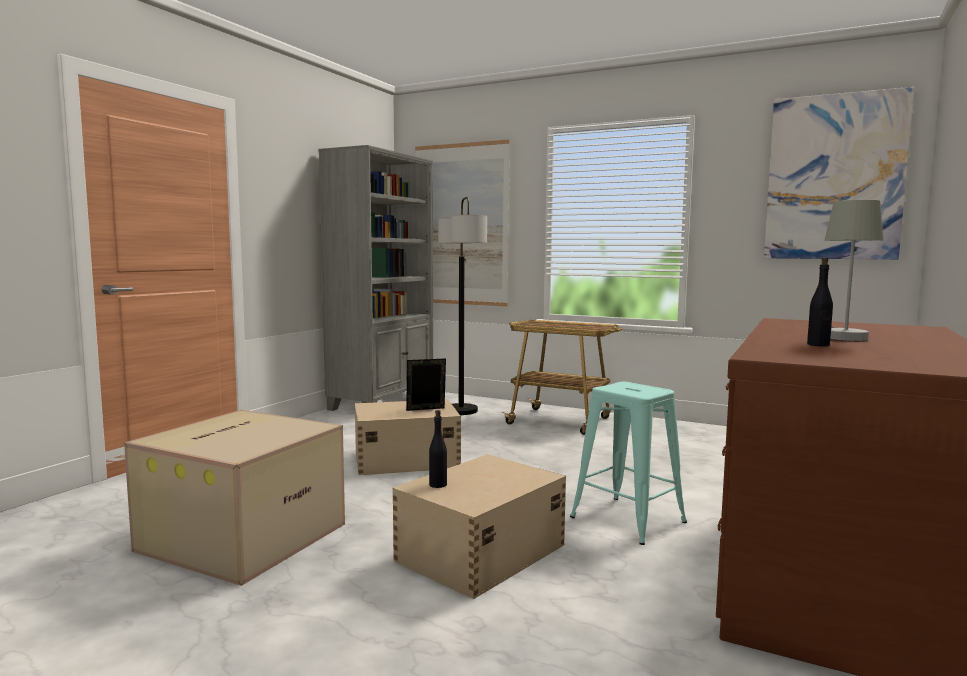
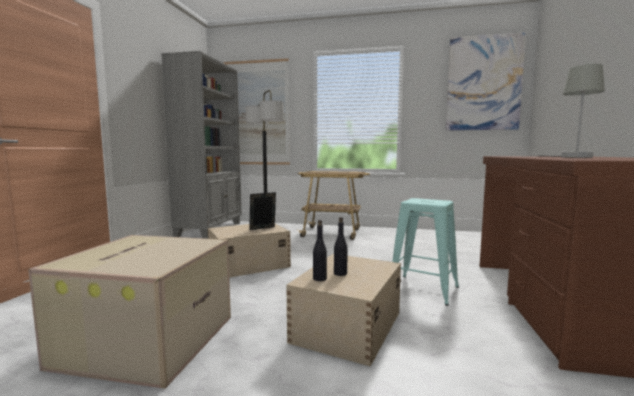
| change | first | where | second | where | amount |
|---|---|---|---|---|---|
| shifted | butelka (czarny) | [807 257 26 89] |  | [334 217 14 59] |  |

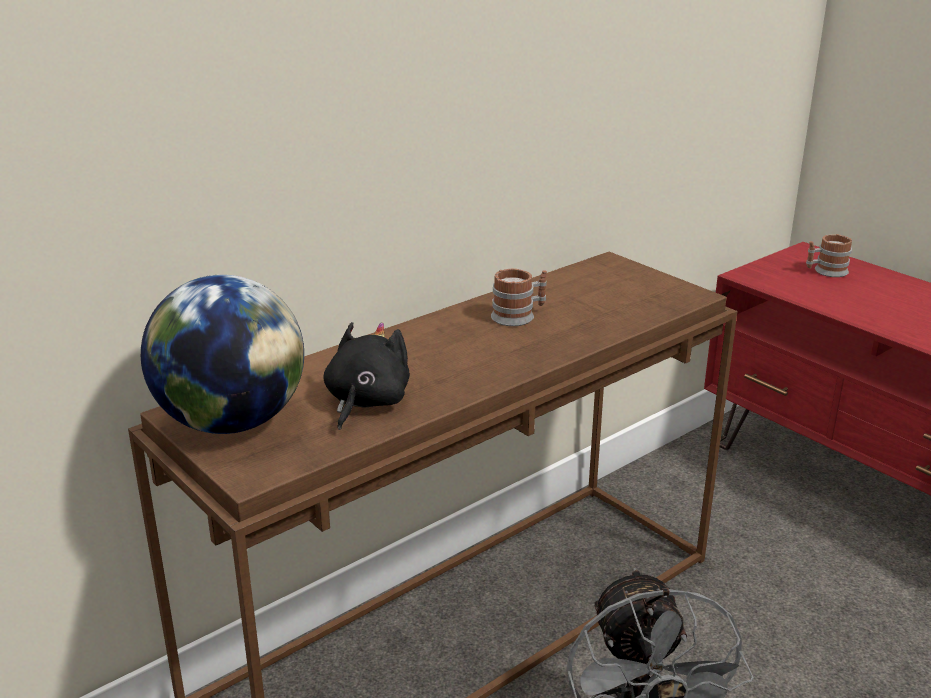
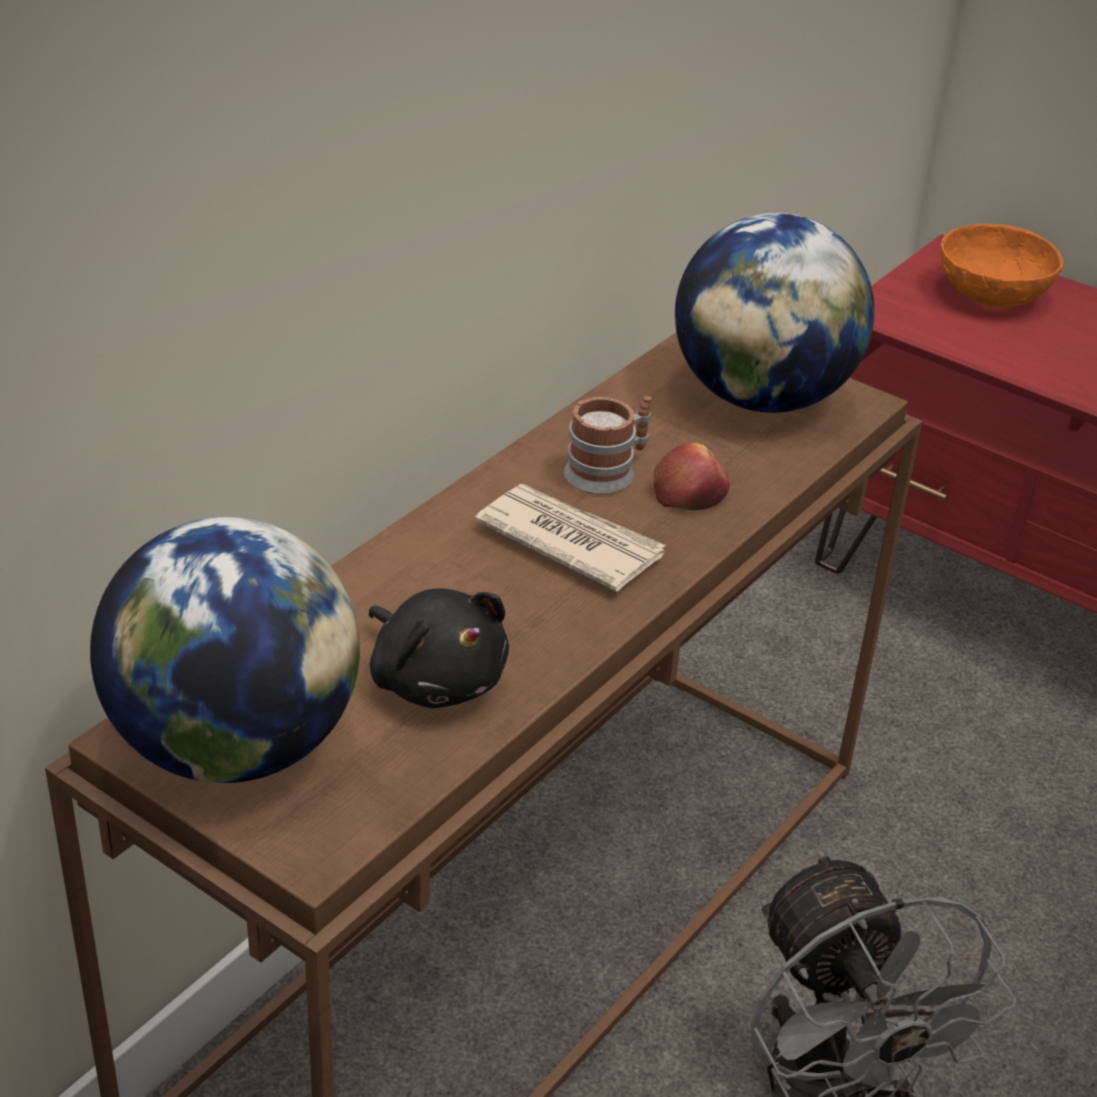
| change | first | where | second | where | amount |
|---|---|---|---|---|---|
| swapped | kubek | [806 234 46 43] | miska (pomarańczowy) | [940 224 123 83] |  |
| rotated | pluszak (czarny) | [323 322 87 108] |  | [369 588 140 120] | 135 degrees clockwise |
| new |  |  | globus | [675 213 199 200] |  |
| new |  |  | jabłko | [654 443 75 67] |  |
| new |  |  | gazeta | [475 484 191 108] |  |

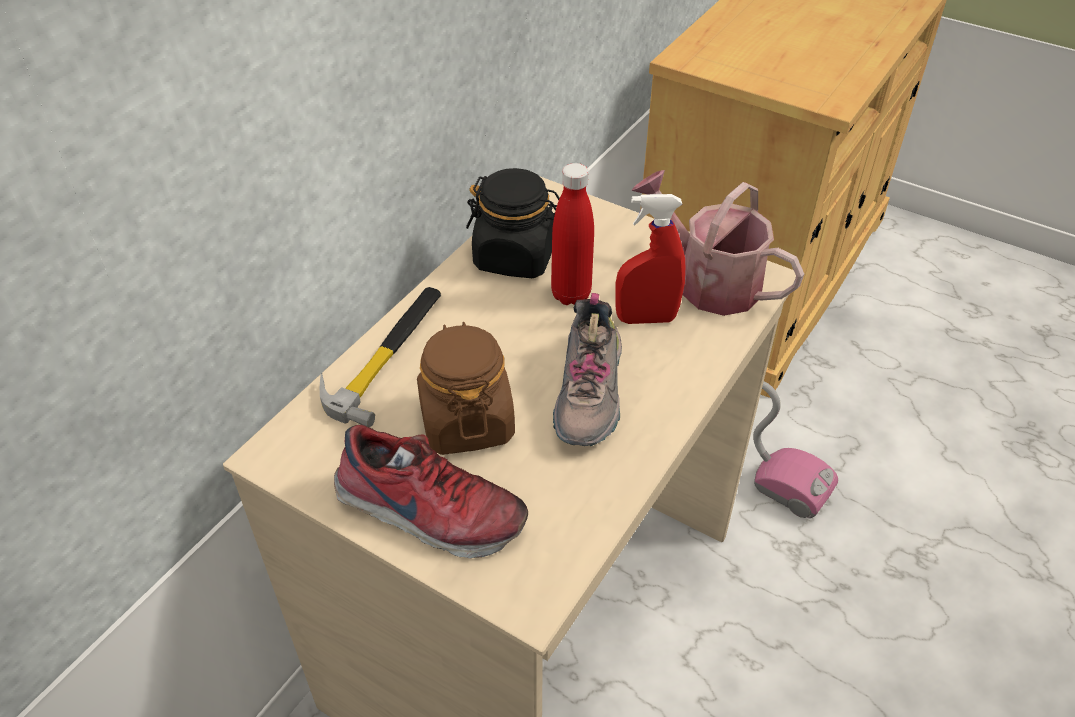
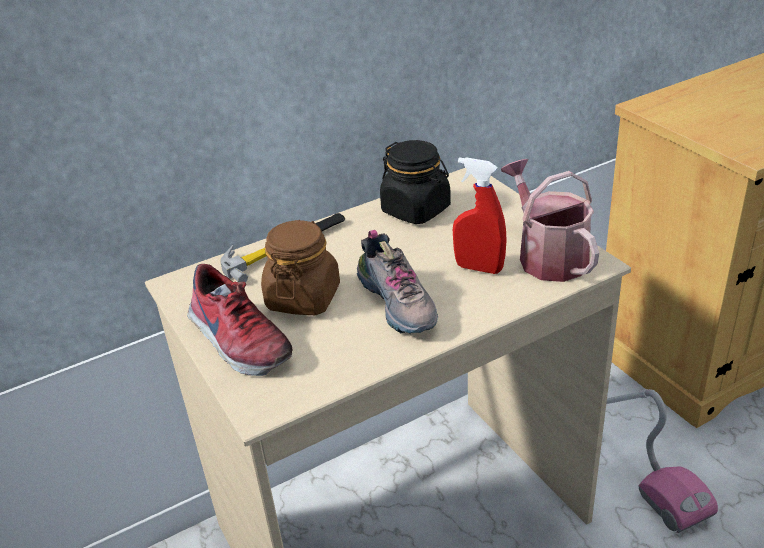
| change | first | where | second | where | amount |
|---|---|---|---|---|---|
| gone | butelka (czerwony) | [551 163 43 142] |  |  |  |
| rotated | but | [553 293 69 153] |  | [356 230 82 104] | 60 degrees counterclockwise |

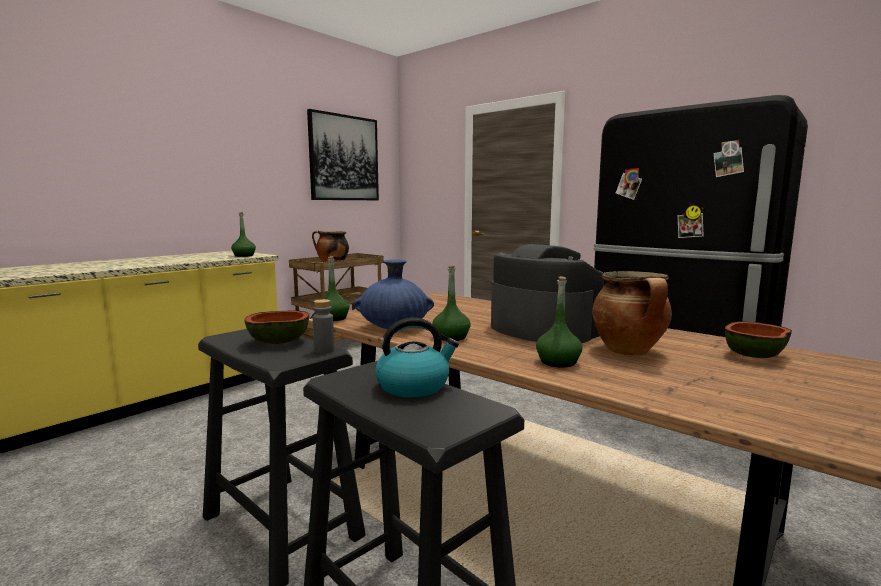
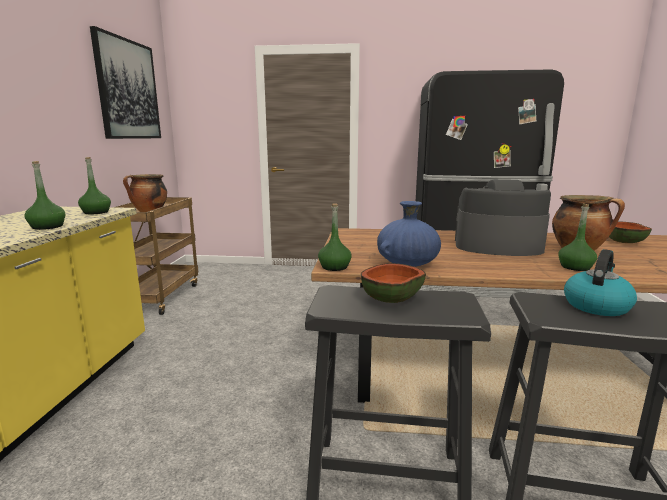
| change | first | where | second | where | amount |
|---|---|---|---|---|---|
| shifted | butelka (zielony) | [432 265 39 76] |  | [24 161 42 69] |  |
| gone | butelka (szary) | [313 299 21 55] |  |  |  |

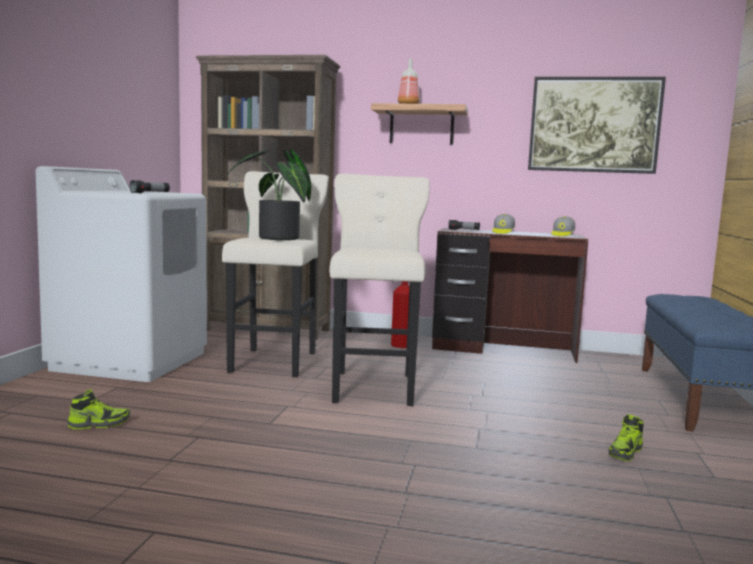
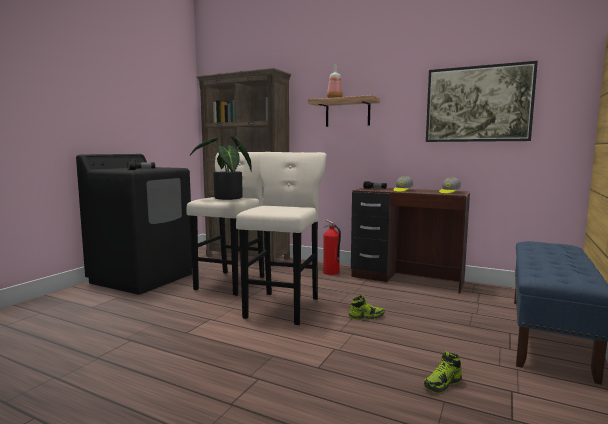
| change | first | where | second | where | amount |
|---|---|---|---|---|---|
| repainted | pralka (biały) | [36 166 171 216] | pralka (czarny) | [76 154 116 141] |  |
| shifted | but | [67 390 63 39] |  | [349 295 36 25] |  |

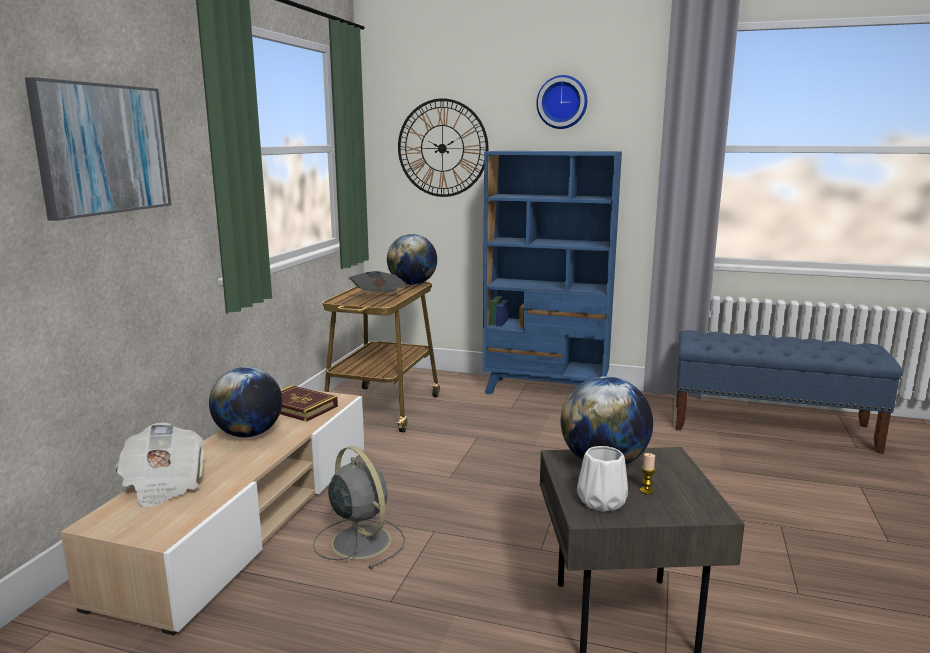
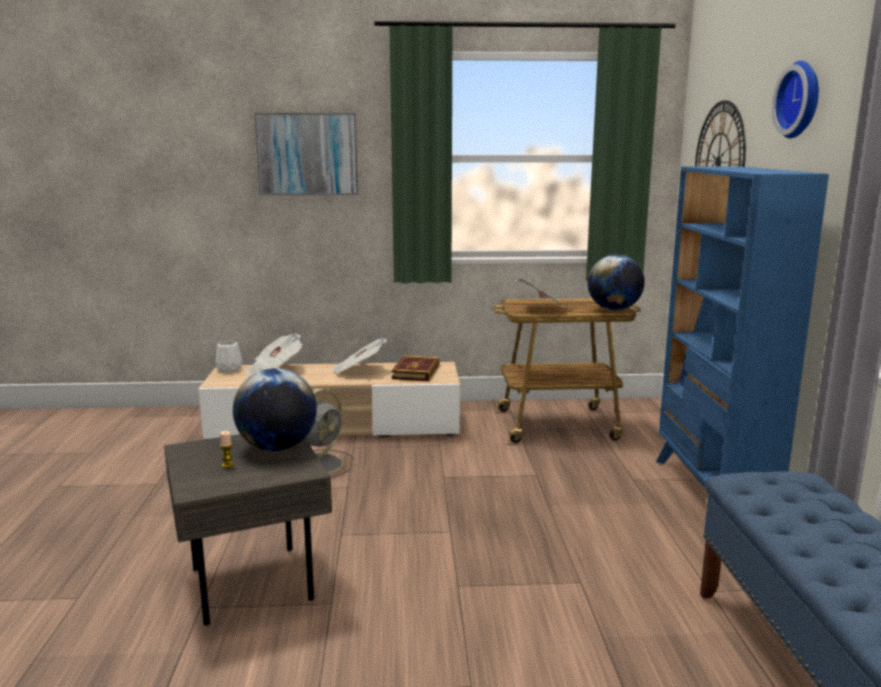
| change | first | where | second | where | amount |
|---|---|---|---|---|---|
| swapped | globus | [209 367 73 70] | gazeta | [331 338 56 36] |  |
| shifted | wazon (biały) | [577 446 51 66] |  | [216 341 27 32] |  |

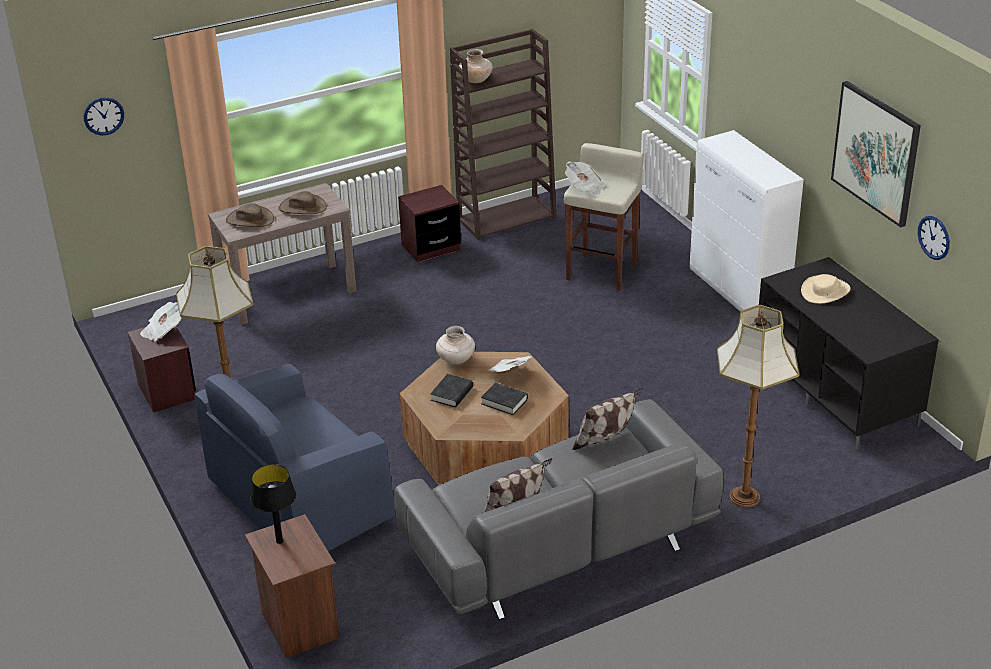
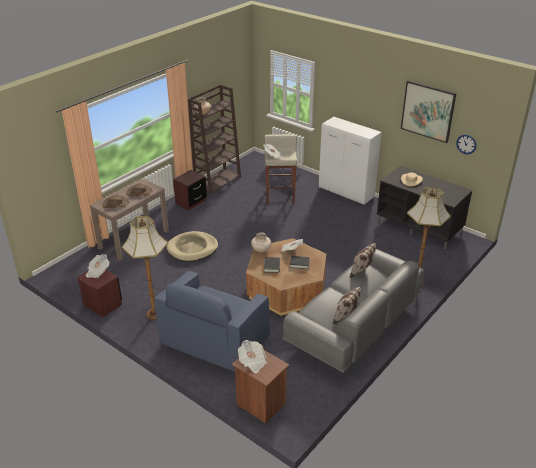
| change | first | where | second | where | amount |
|---|---|---|---|---|---|
| gone | zegar ścienny | [84 97 40 39] |  |  |  |
| swapped | lampa stołowa (czarny) | [250 464 46 80] | gazeta | [238 340 29 33] |  |
| new |  |  | legowisko (beżowy) | [167 231 51 31] |  |

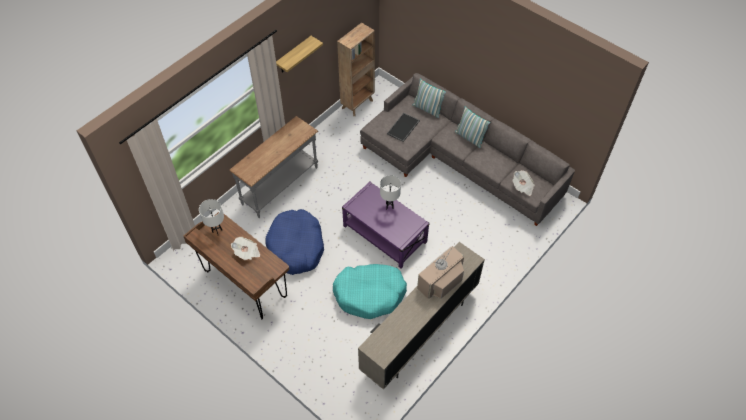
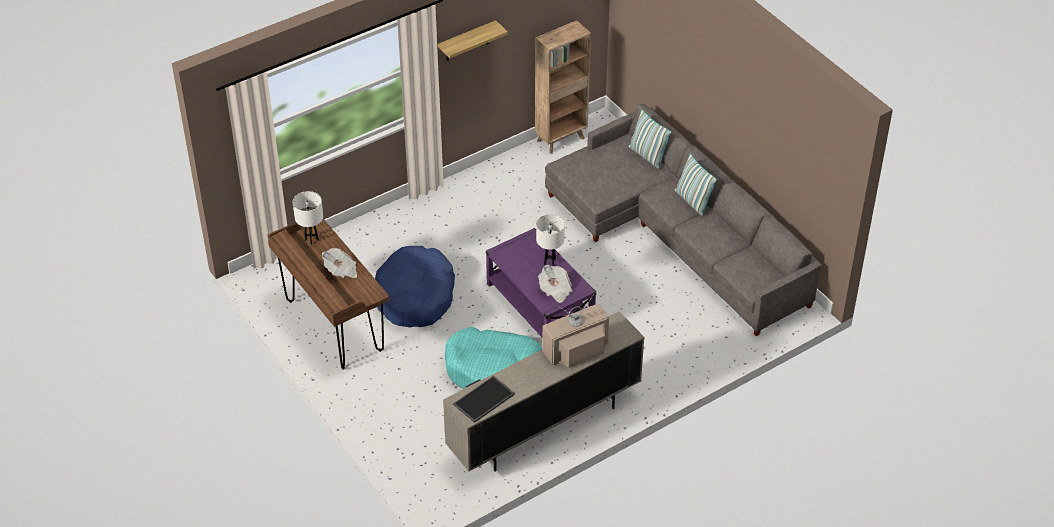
| change | first | where | second | where | amount |
|---|---|---|---|---|---|
| shifted | taca | [387 113 33 29] |  | [453 376 62 47] |  |
| gone | stolik konsolowy (szary) | [229 116 89 102] |  |  |  |
| shifted | gazeta | [513 170 22 26] |  | [538 265 35 38] |  |

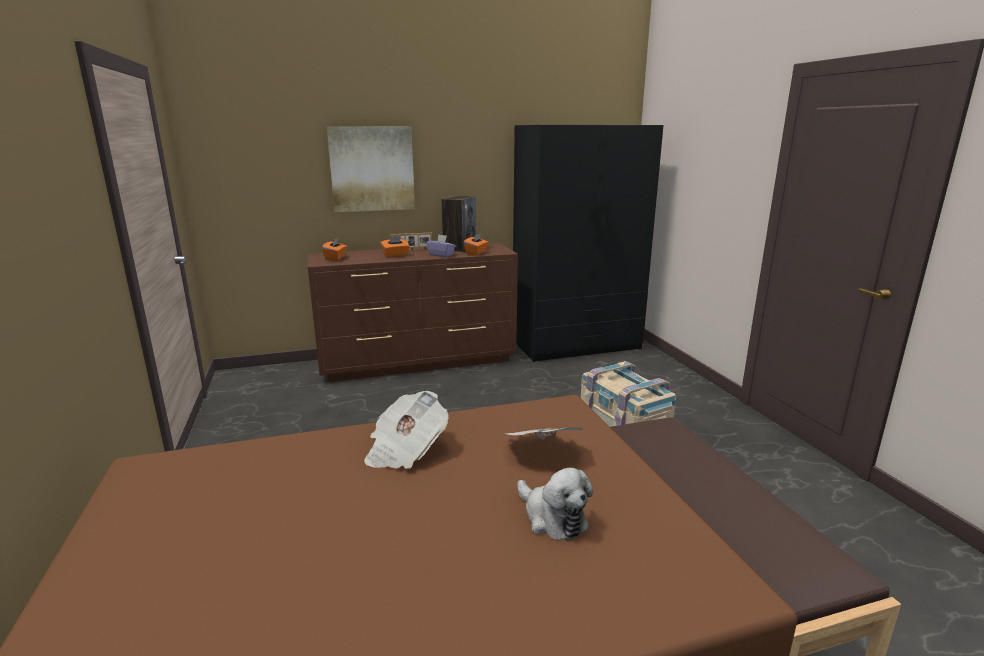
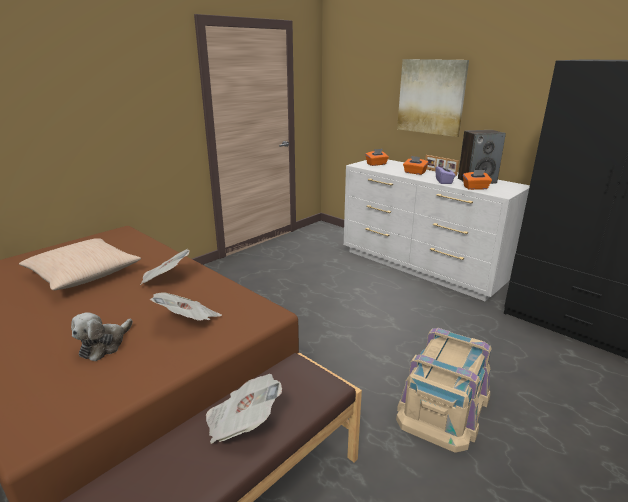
| change | first | where | second | where | amount |
|---|---|---|---|---|---|
| repainted | komoda (brązowy) | [308 242 210 140] | komoda (biały) | [344 160 186 141] |  |
| new |  |  | poduszka (beżowy) | [19 238 122 52] |  |
| new |  |  | gazeta | [206 374 76 70] |  |

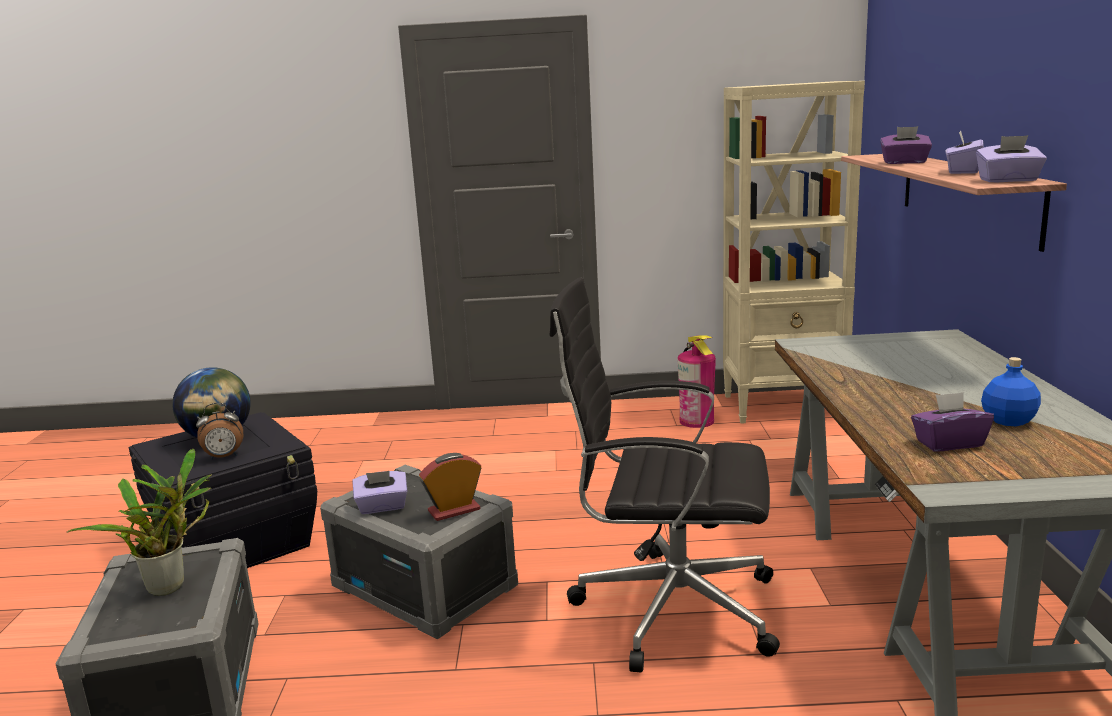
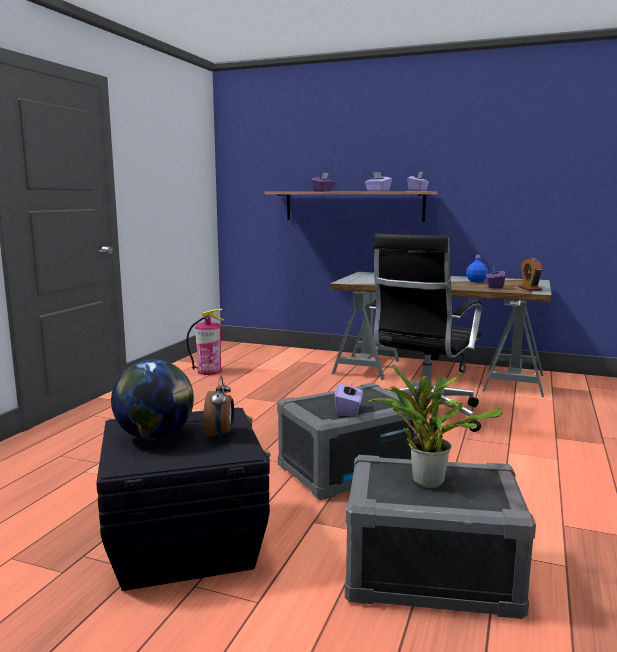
| change | first | where | second | where | amount |
|---|---|---|---|---|---|
| gone | regał (beżowy) | [723 81 142 343] |  |  |  |
| shifted | budzik | [419 453 63 68] |  | [519 258 24 33] |  |

